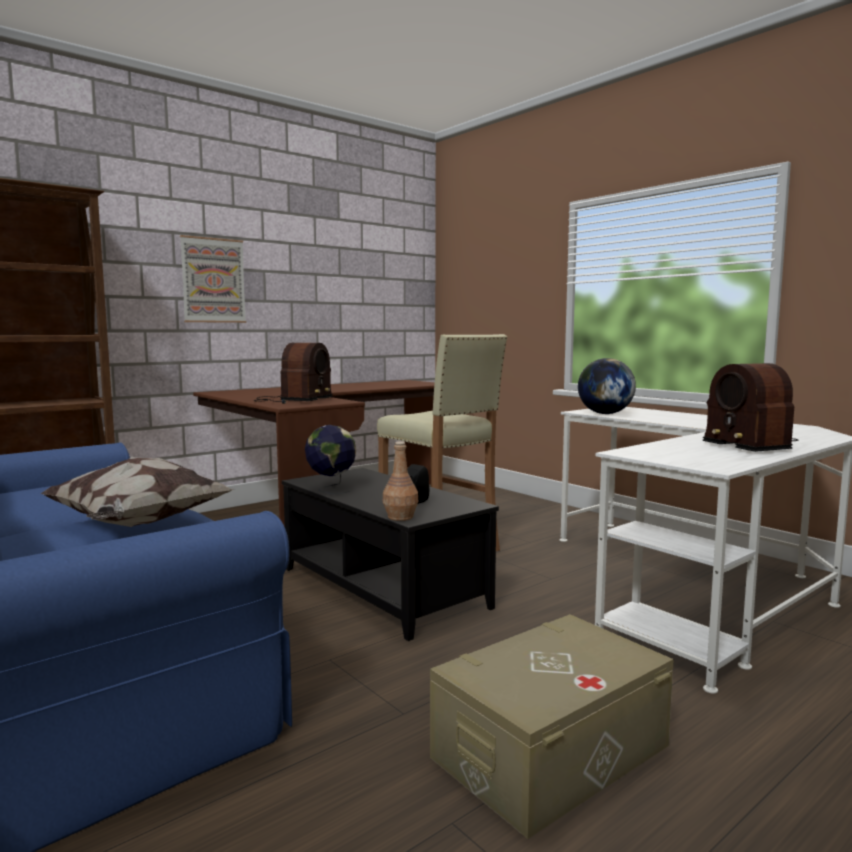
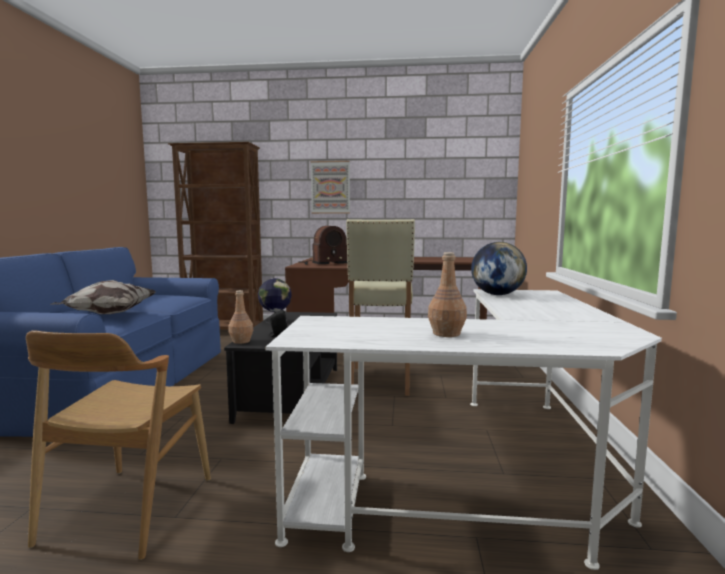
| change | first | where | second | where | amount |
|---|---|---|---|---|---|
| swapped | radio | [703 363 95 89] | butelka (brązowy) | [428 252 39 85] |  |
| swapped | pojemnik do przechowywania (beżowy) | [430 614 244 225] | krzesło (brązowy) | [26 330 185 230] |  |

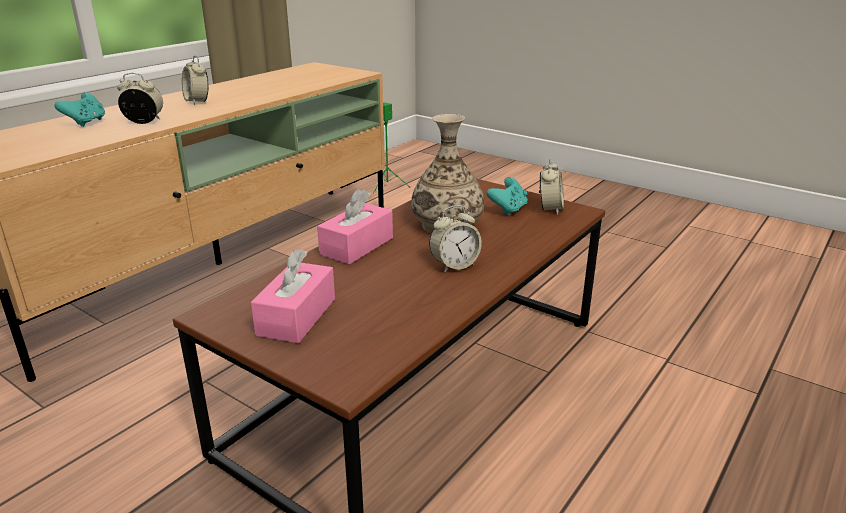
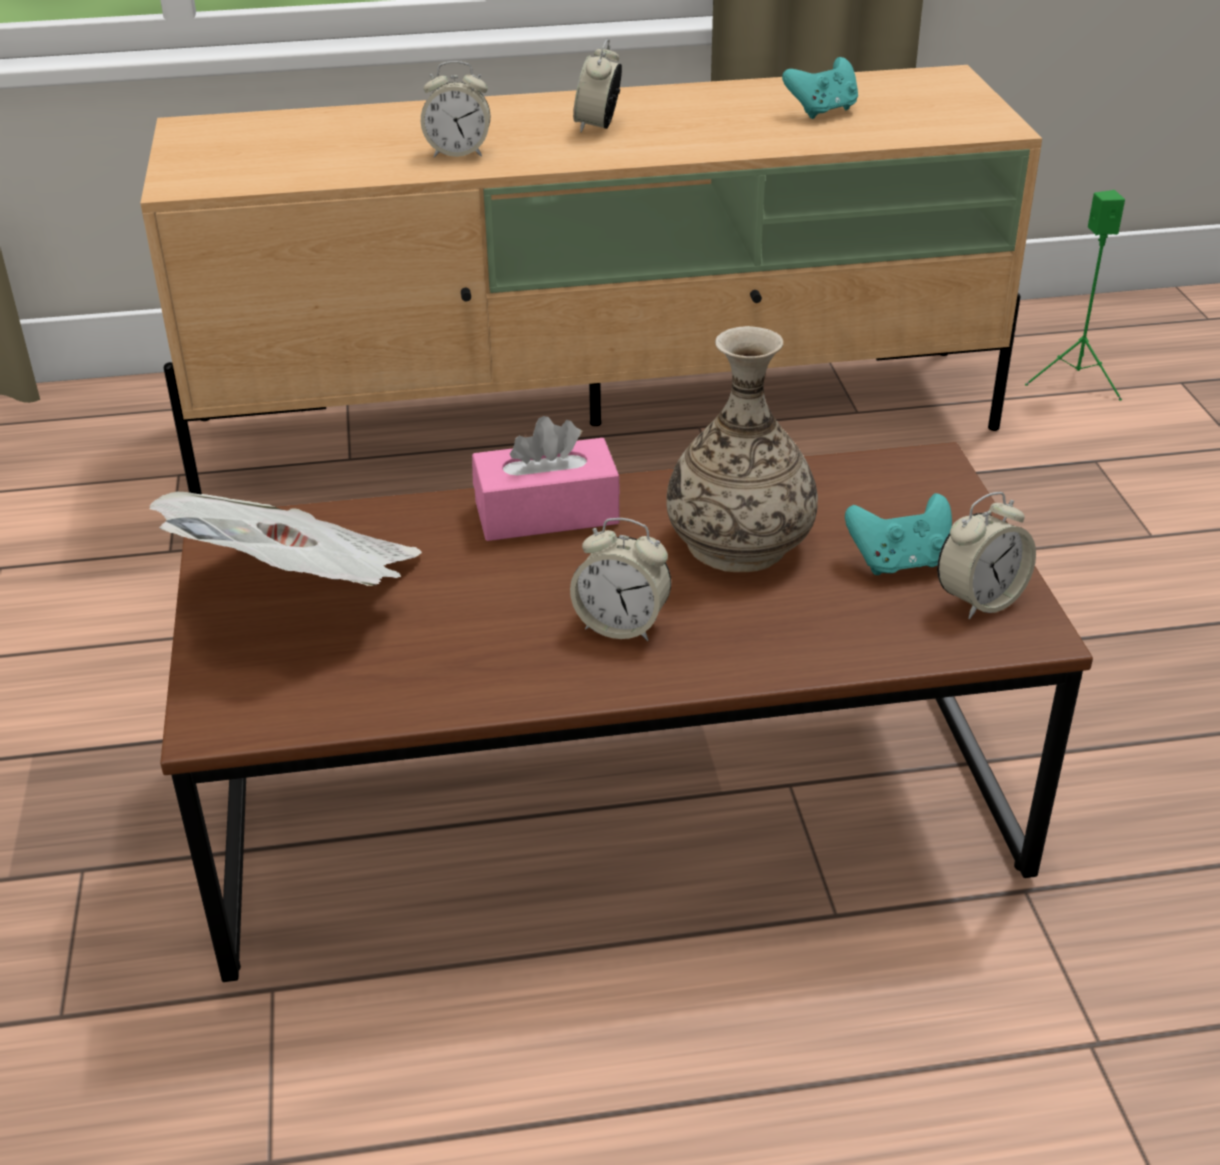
| change | first | where | second | where | amount |
|---|---|---|---|---|---|
| rotated | budzik | [117 73 46 51] |  | [421 61 69 96] | 135 degrees clockwise |
| shifted | pad do gier (turkusowy) | [54 92 51 35] |  | [782 57 76 62] |  |
| swapped | pudełko chusteczek (różowy) | [251 249 84 94] | gazeta | [149 492 273 94] |  |

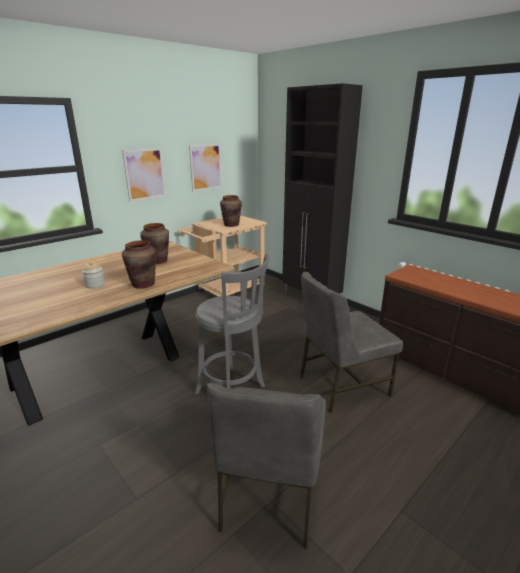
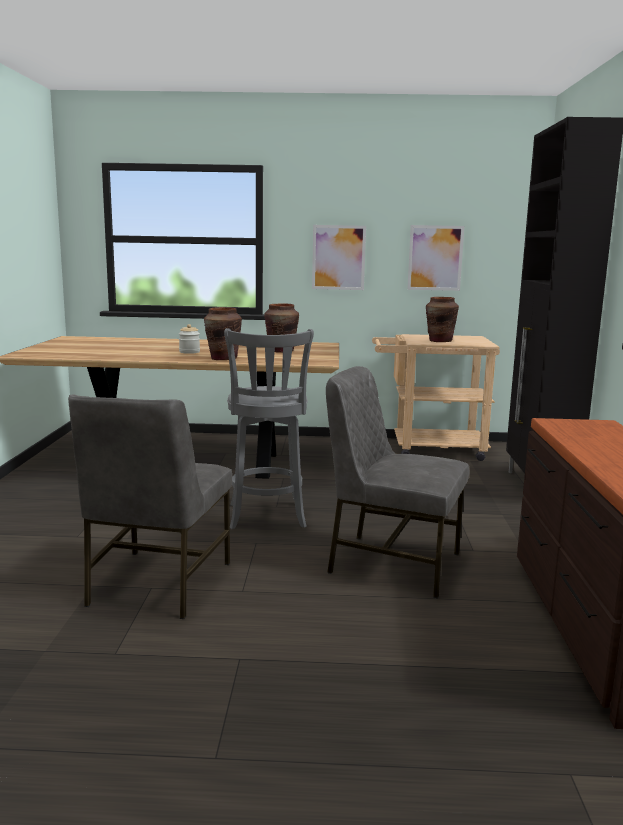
| change | first | where | second | where | amount |
|---|---|---|---|---|---|
| rotated | krzesło (szary) | [207 383 119 166] |  | [68 394 164 225] | 45 degrees counterclockwise |

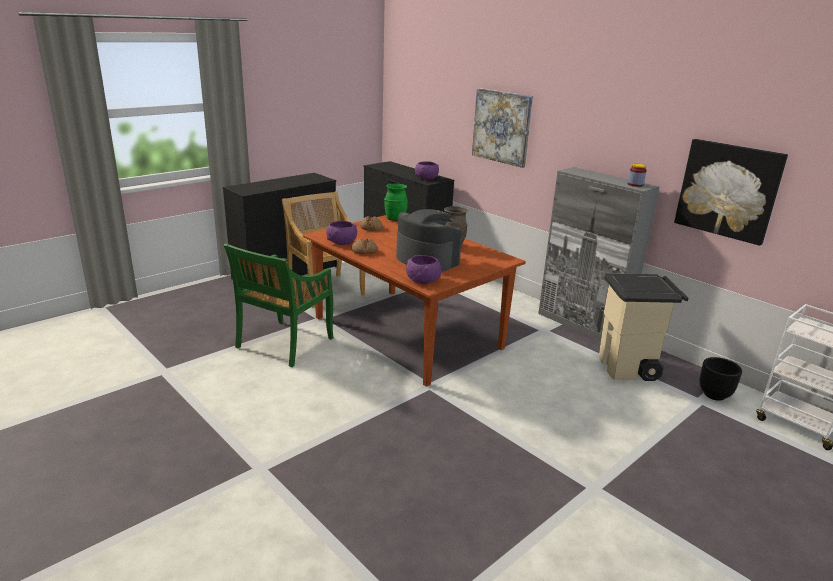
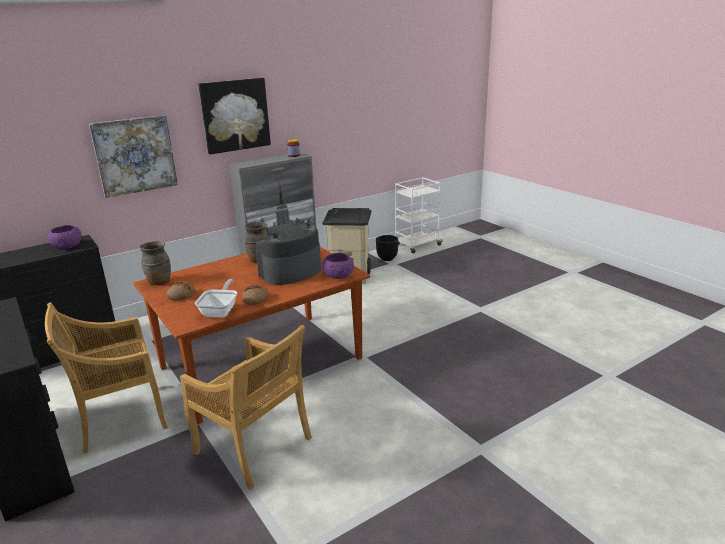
| change | first | where | second | where | amount |
|---|---|---|---|---|---|
| shifted | obraz | [674 139 114 107] |  | [199 78 72 76] |  |
| repainted | wazon (zielony) | [384 183 24 38] | wazon (brązowy) | [140 241 31 44] |  |
| swapped | miska (fioletowy) | [326 221 31 24] | patelnia | [195 279 42 39] |  |
| repainted | krzesło (zielony) | [224 243 109 124] | krzesło (beżowy) | [180 325 132 165] |  |

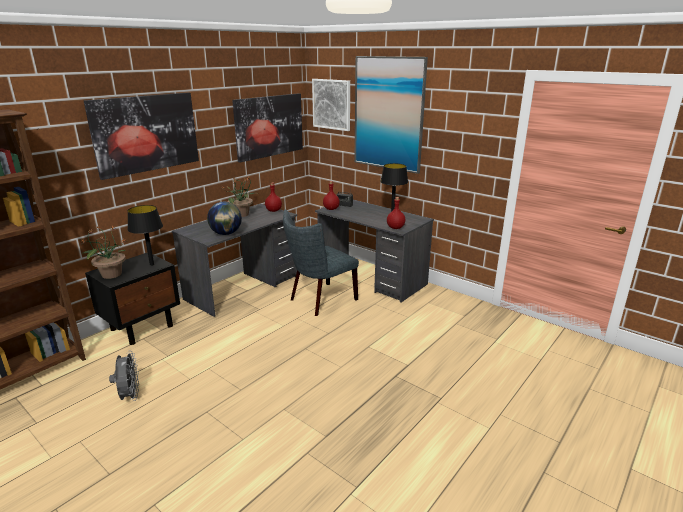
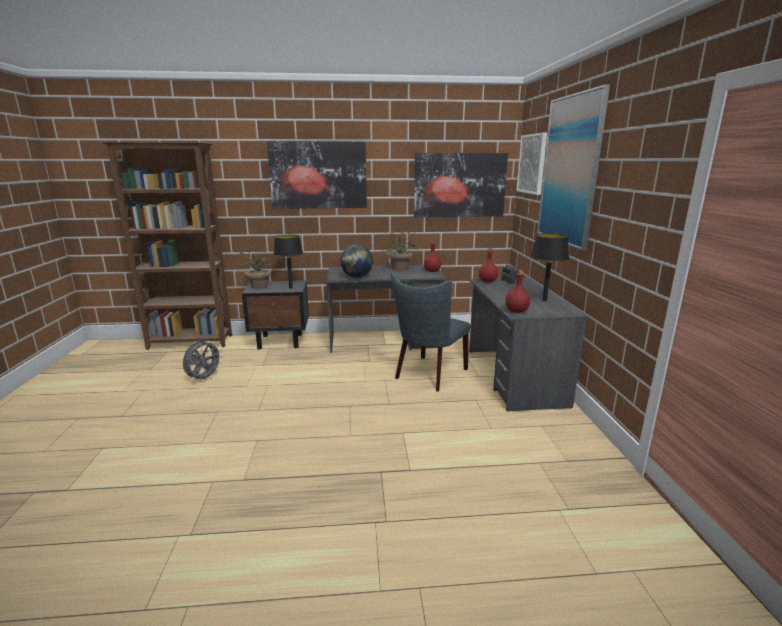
| change | first | where | second | where | amount |
|---|---|---|---|---|---|
| rotated | krzesło (szary) | [283 209 76 107] |  | [391 271 80 120] | 60 degrees counterclockwise |

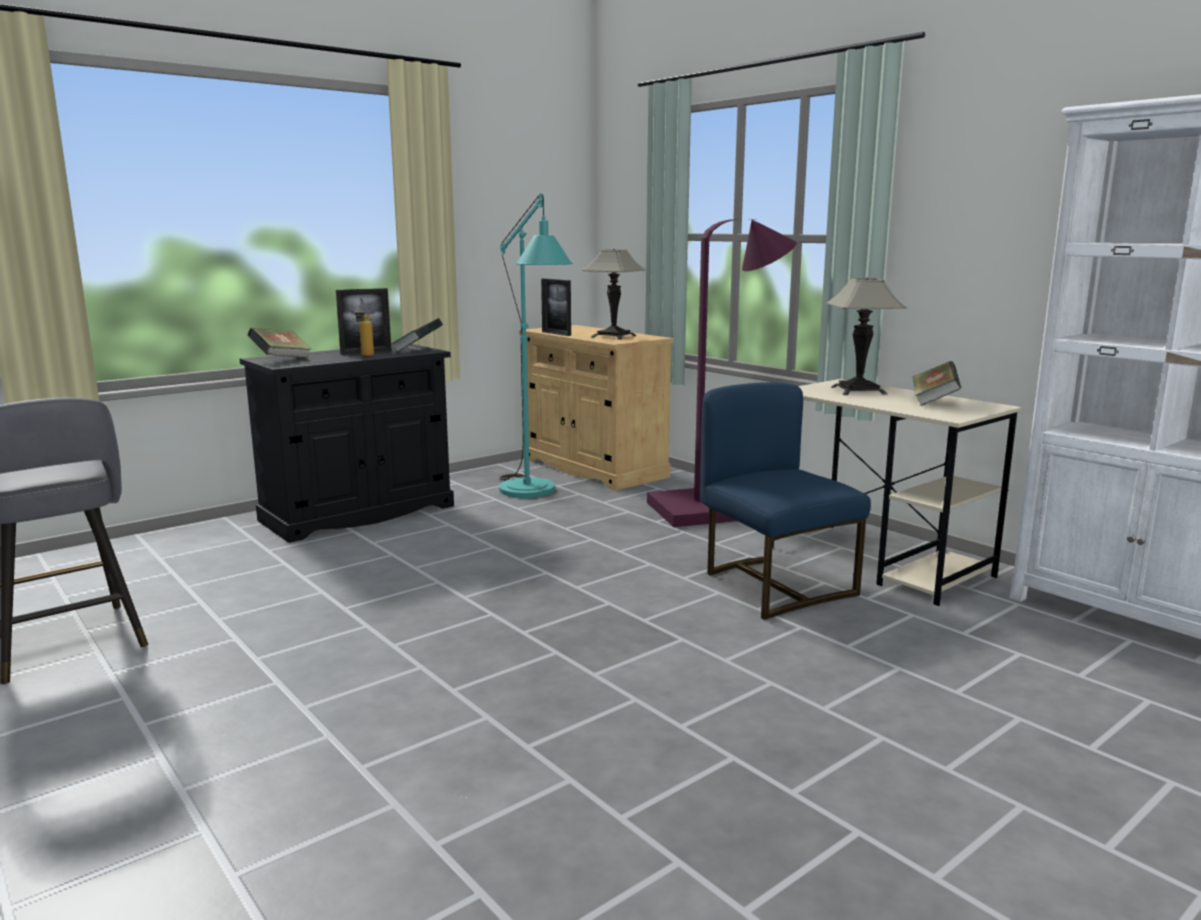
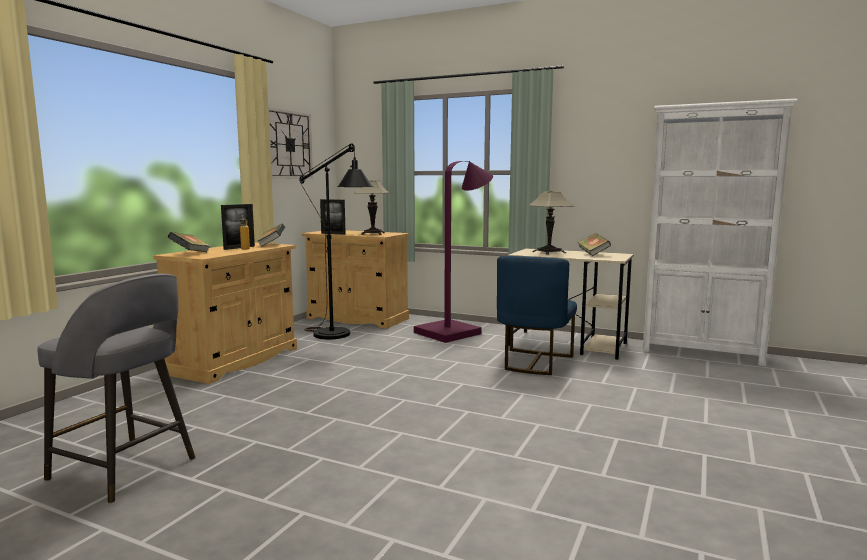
| change | first | where | second | where | amount |
|---|---|---|---|---|---|
| repainted | lampa stojąca (turkusowy) | [499 193 74 305] | lampa stojąca (czarny) | [299 143 75 196] |  |
| repainted | szafka (czarny) | [240 344 214 199] | szafka (beżowy) | [154 243 143 141] |  |
| rotated | krzesło (niebieski) | [700 382 171 238] |  | [497 256 80 119] | 105 degrees counterclockwise |
| new |  |  | zegar ścienny | [268 107 45 72] |  |

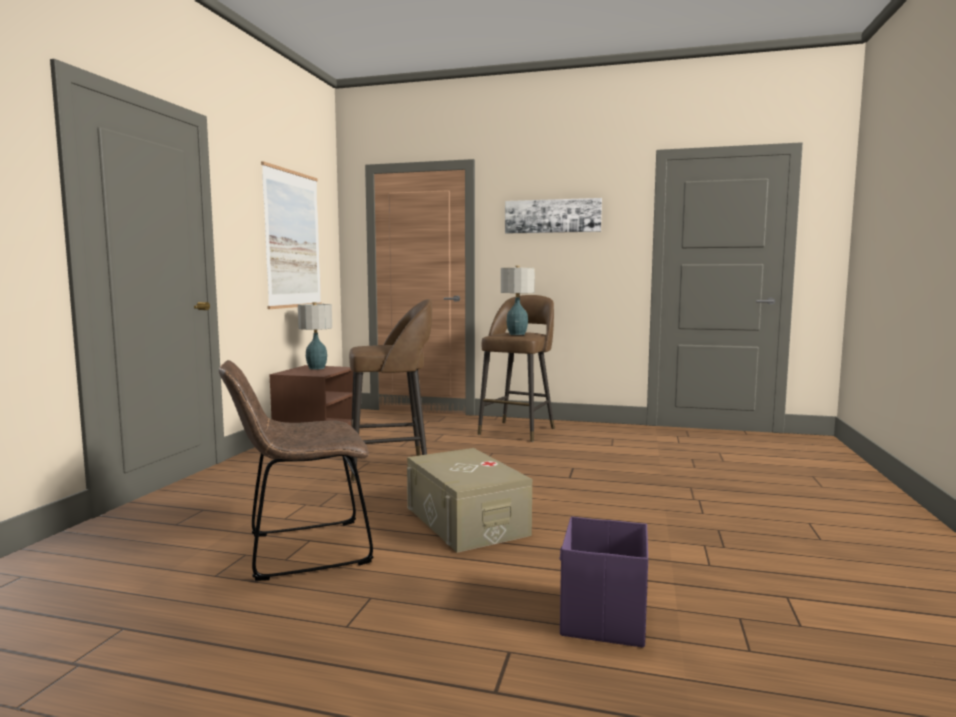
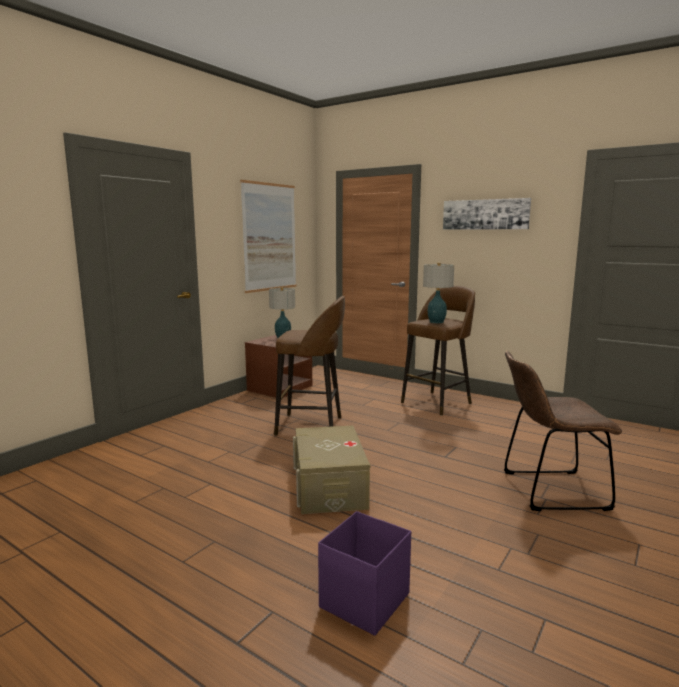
| change | first | where | second | where | amount |
|---|---|---|---|---|---|
| shifted | krzesło (brązowy) | [219 360 155 221] |  | [504 351 118 160] |  |

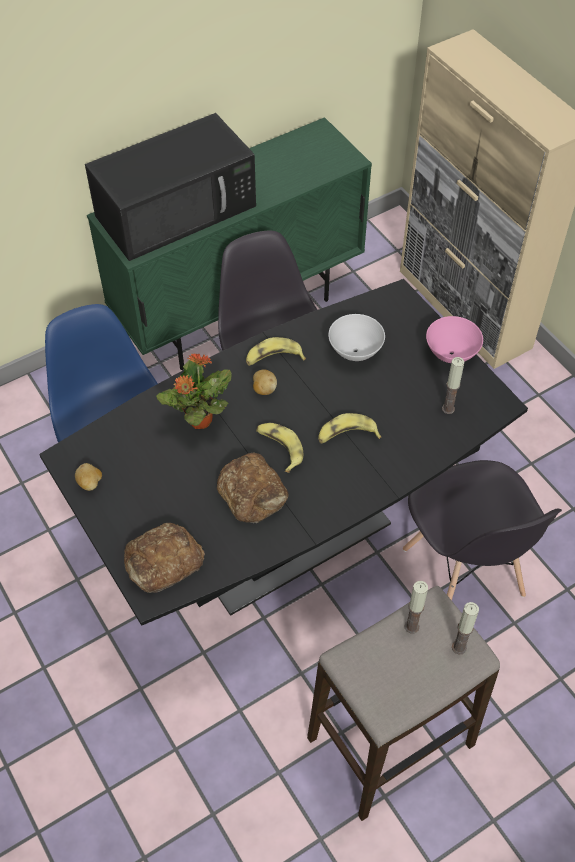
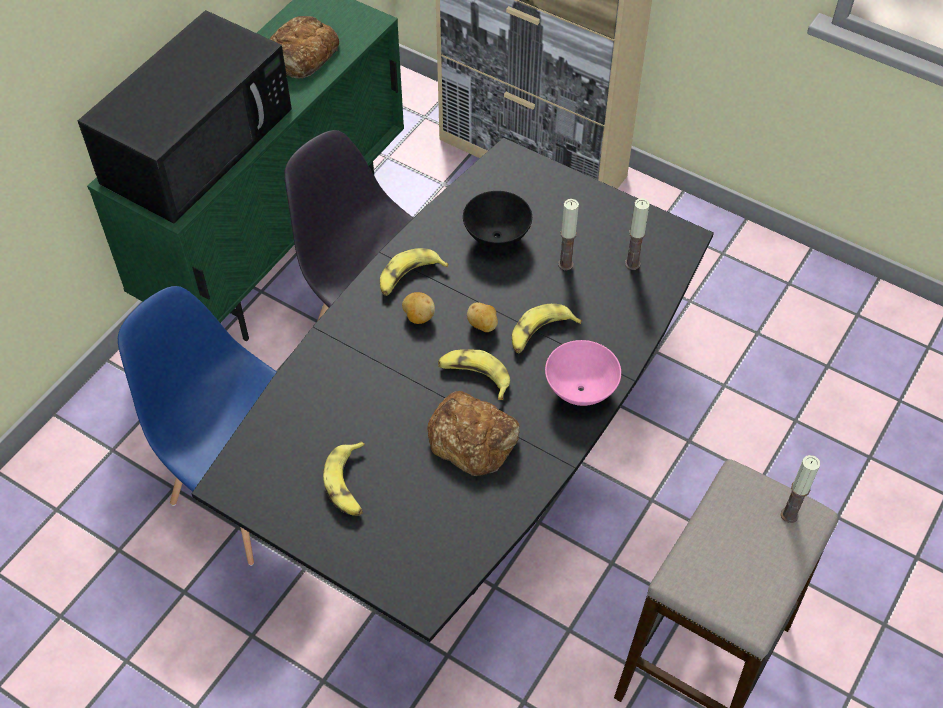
| change | first | where | second | where | amount |
|---|---|---|---|---|---|
| repainted | miska (biały) | [328 314 57 47] | miska (czarny) | [463 191 69 57] |  |
| shifted | miska (różowy) | [426 316 57 47] |  | [545 340 76 66] |  |
| gone | roślina doniczkowa | [156 354 76 75] |  |  |  |
| gone | krzesło (szary) | [403 460 159 140] |  |  |  |
| shifted | ziemniak | [75 463 27 28] |  | [467 303 31 29] |  |
| shifted | chleb | [124 523 81 70] |  | [270 16 69 62] |  |
| shifted | świeca | [404 581 24 53] |  | [558 199 21 71] |  |
| new |  |  | banan | [323 442 42 74] |  |

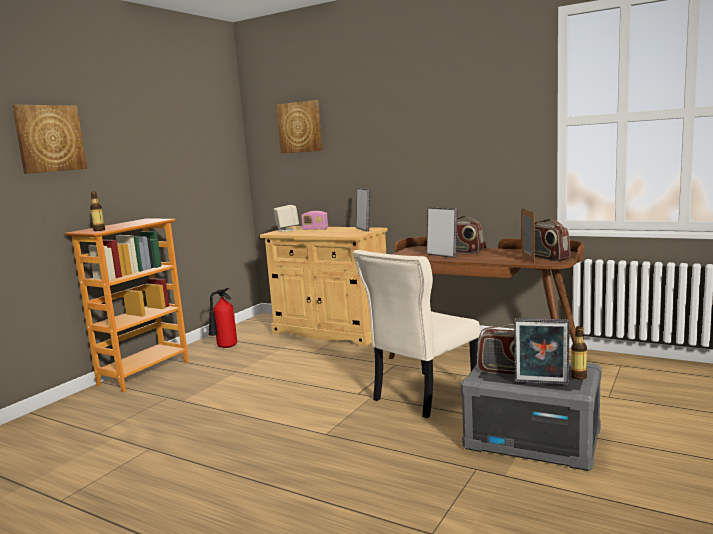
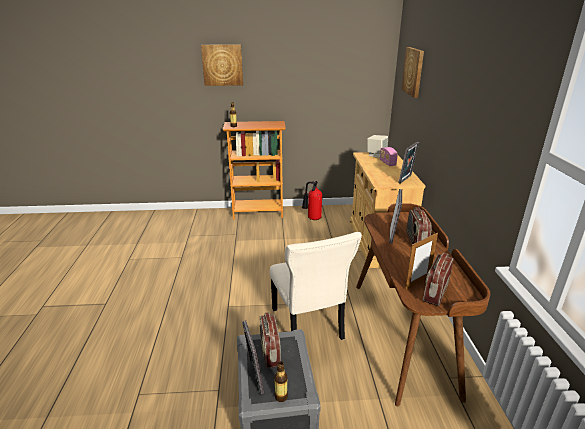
| change | first | where | second | where | amount |
|---|---|---|---|---|---|
| rotated | krzesło (beżowy) | [353 250 127 168] |  | [270 232 92 108] | 120 degrees counterclockwise |

